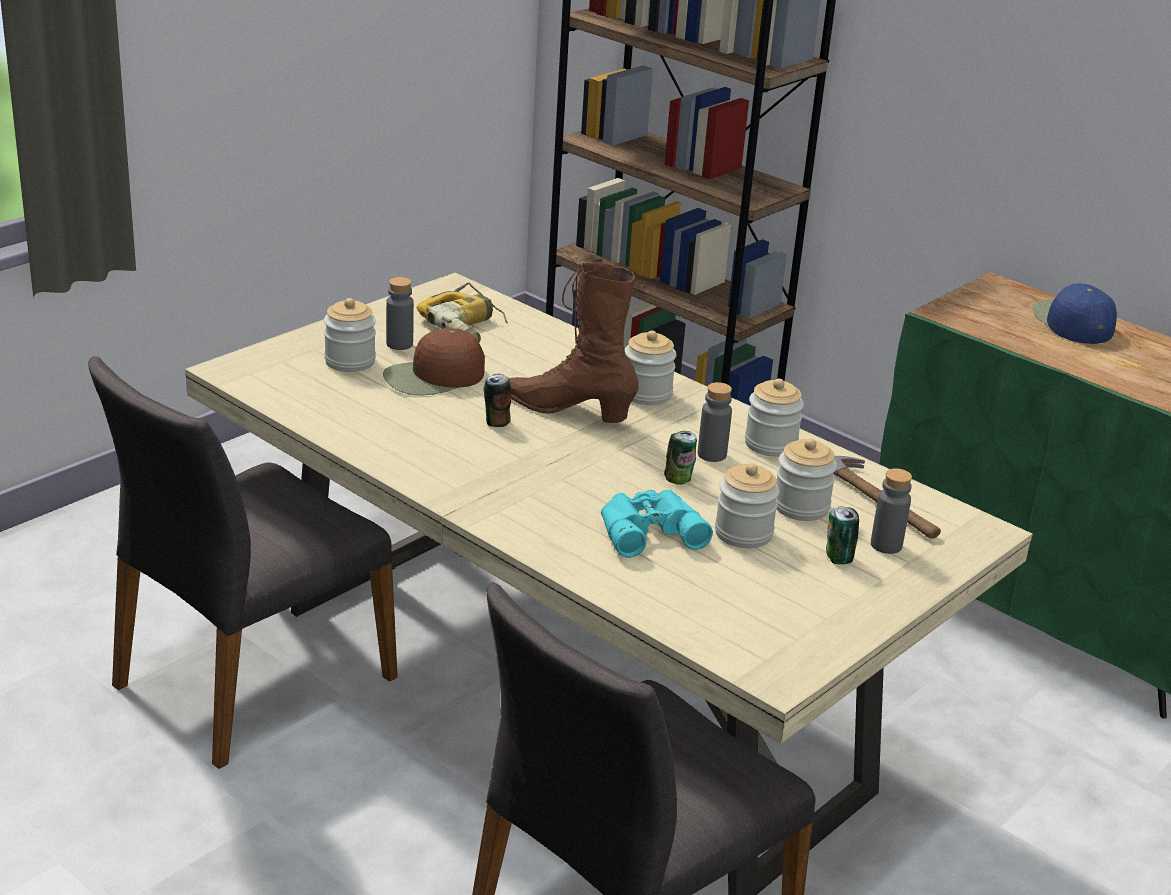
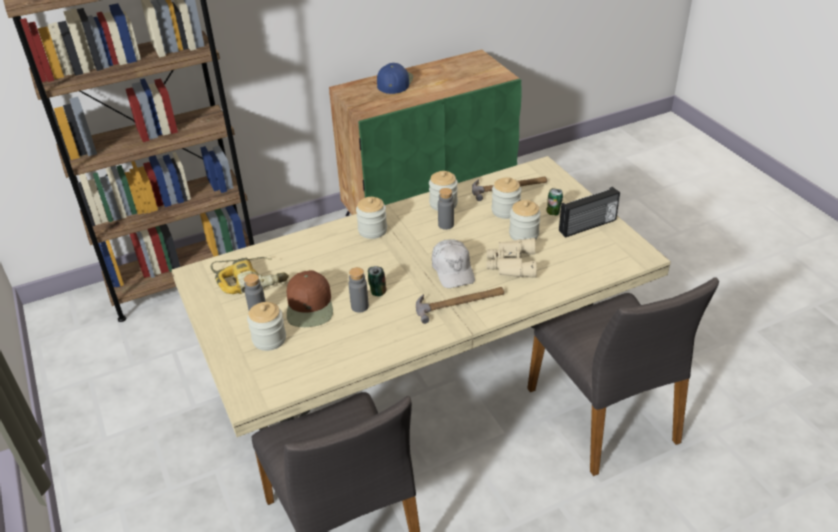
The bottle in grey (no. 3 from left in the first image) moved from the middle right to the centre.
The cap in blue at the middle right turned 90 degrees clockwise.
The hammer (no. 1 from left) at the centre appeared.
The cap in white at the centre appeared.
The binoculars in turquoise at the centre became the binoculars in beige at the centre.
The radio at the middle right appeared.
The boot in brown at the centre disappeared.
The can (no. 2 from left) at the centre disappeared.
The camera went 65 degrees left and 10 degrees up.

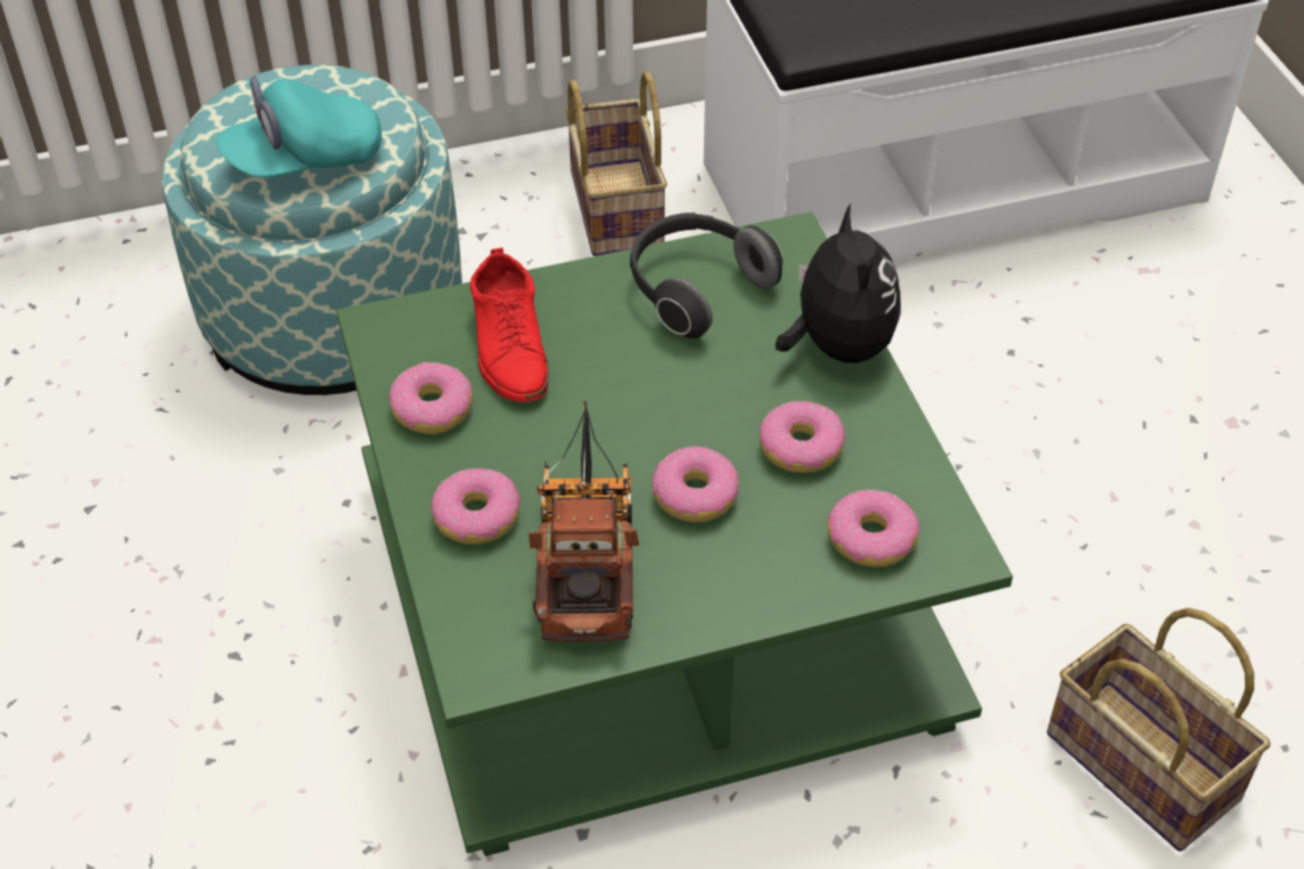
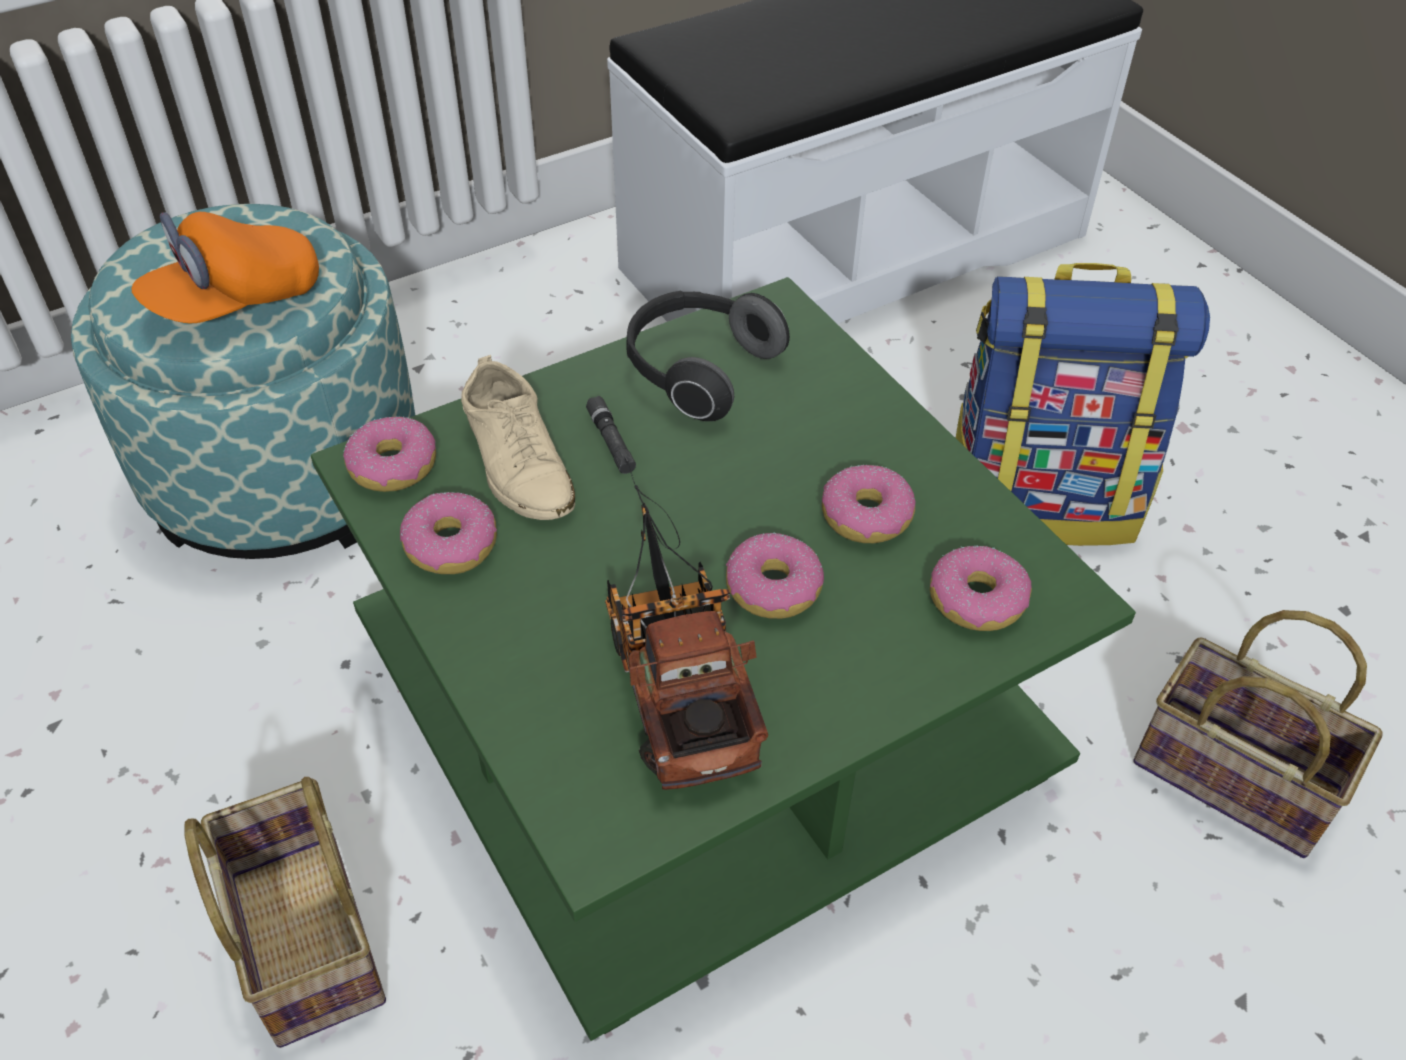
The cap in turquoise at the top left became the cap in orange at the top left.
The basket (no. 1 from left) moved from the top centre to the bottom left.
The donut (no. 2 from left in the first image) moved from the centre to the middle left.
The shoe in red at the centre became the shoe in beige at the centre.
The flashlight in black at the centre appeared.
The backpack at the middle right appeared.
The plush toy at the top centre disappeared.
The camera went 15 degrees left and 0 degrees up.

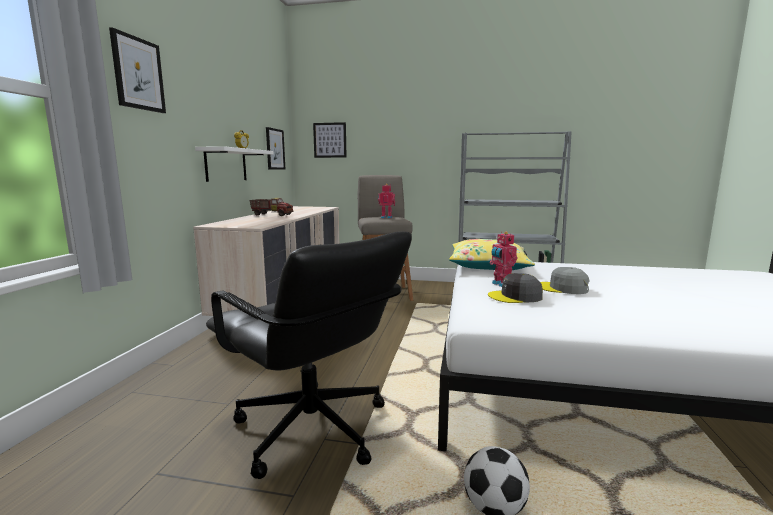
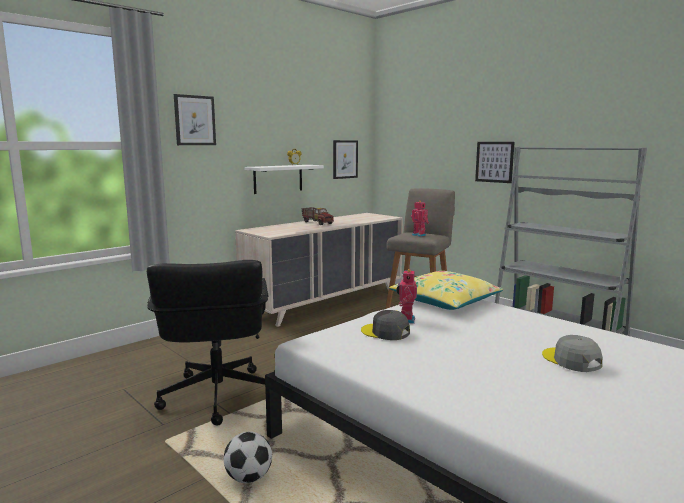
The picture (no. 3 from left) moved from the top centre to the top right.
The cap in grey (no. 2 from left) moved from the middle right to the bottom right.
The camera went 35 degrees right and 0 degrees up.

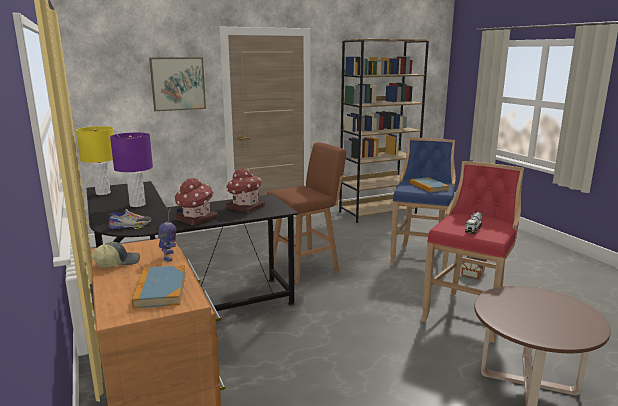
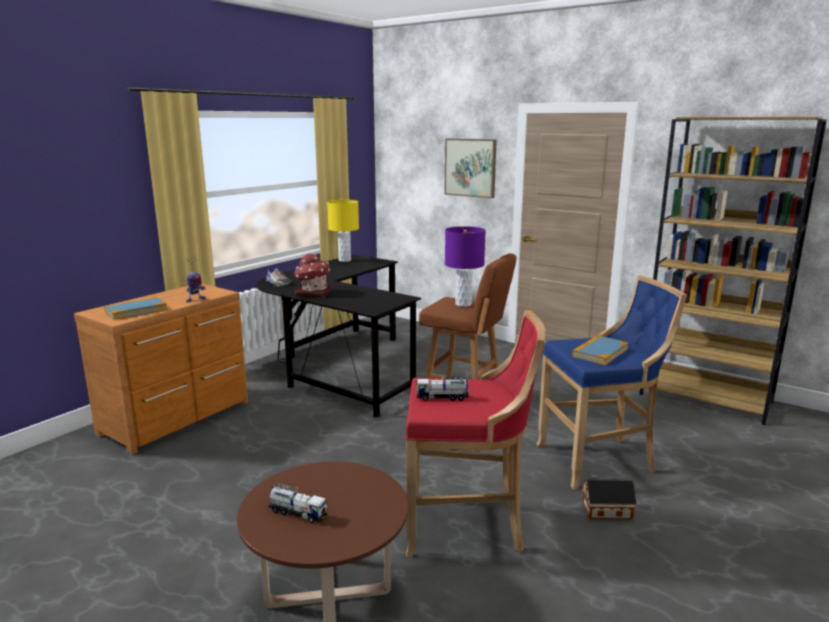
The toy truck (no. 1 from left) at the bottom centre appeared.
The table lamp in purple moved from the middle left to the centre.
The cap at the middle left disappeared.
The toy house (no. 2 from left) at the centre disappeared.
The camera went 60 degrees right and 0 degrees up.

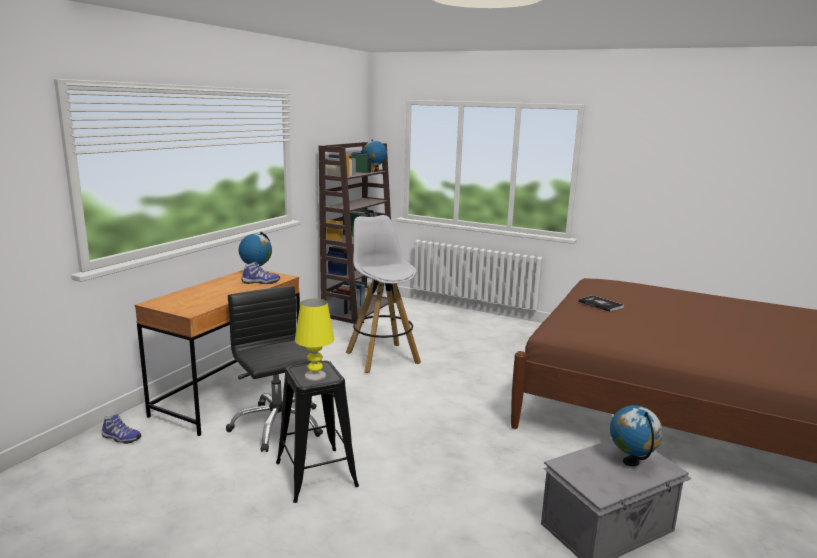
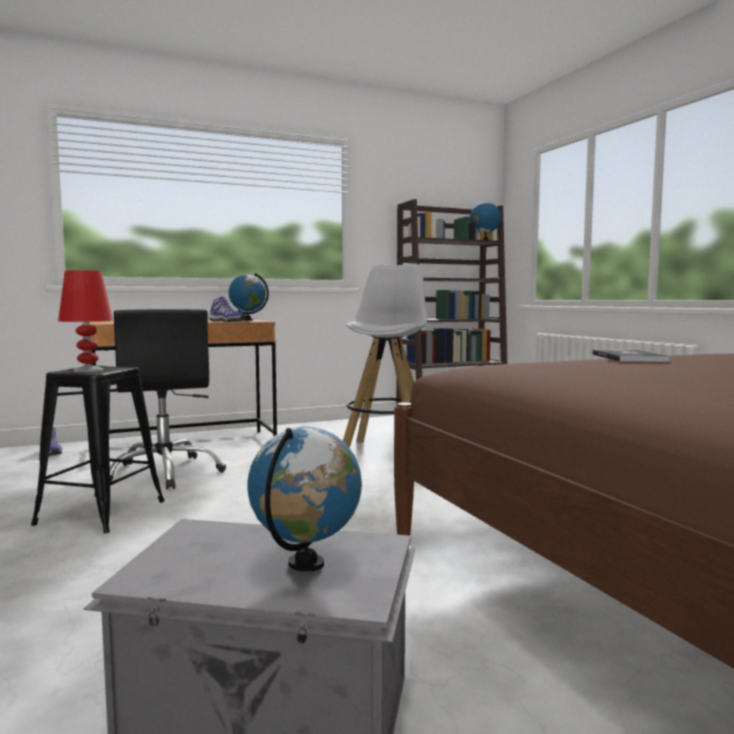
The table lamp in yellow at the centre became the table lamp in red at the middle left.
The office chair in black at the centre turned 150 degrees clockwise.
The camera went 40 degrees right and 10 degrees down.

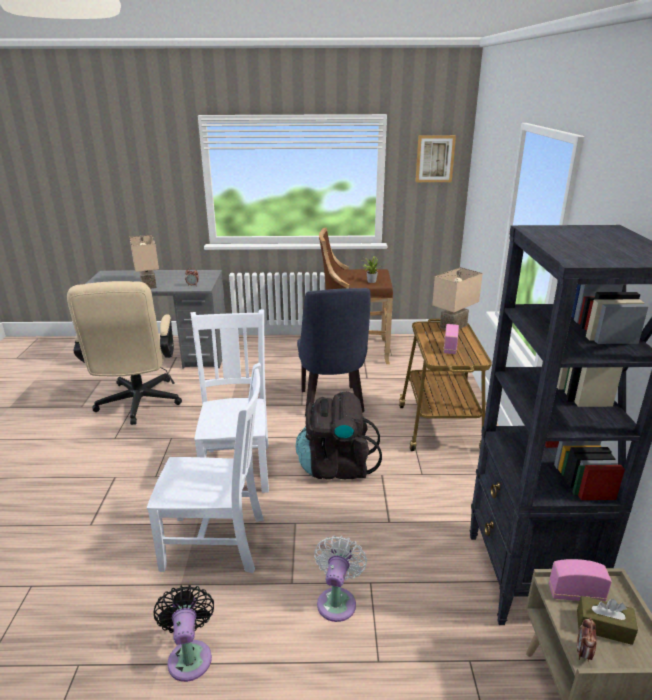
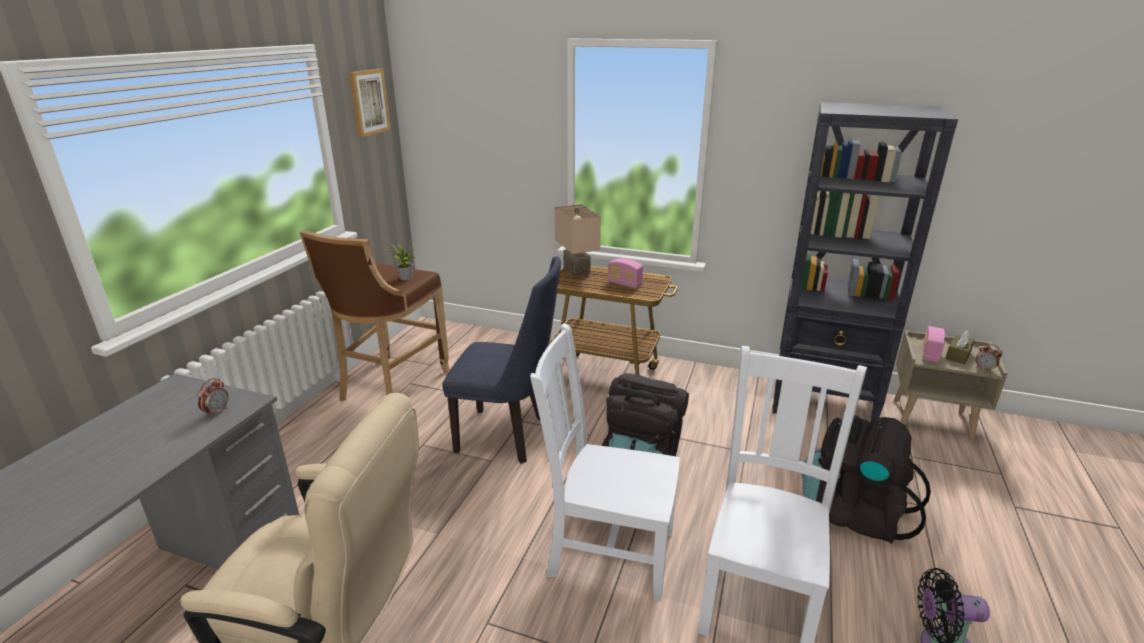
The fan in white at the bottom centre was replaced by the backpack in black (no. 2 from left) at the bottom right.
The table lamp in beige (no. 1 from left) at the middle left disappeared.
The camera went 70 degrees left and 0 degrees up.

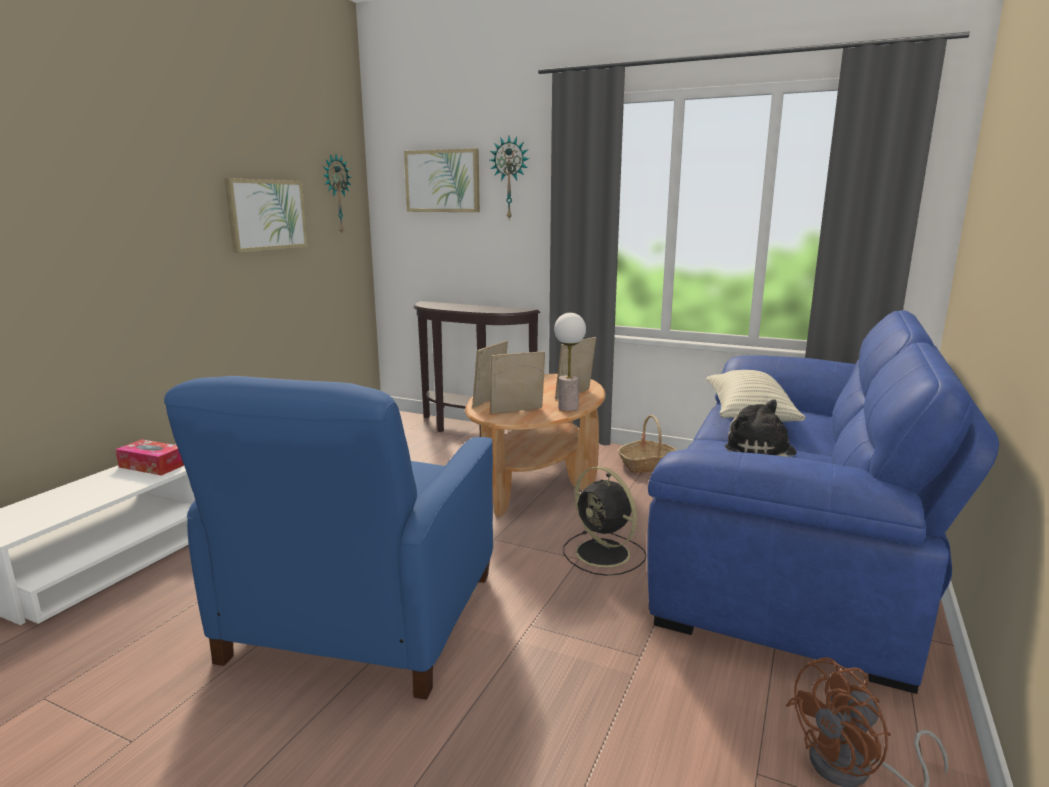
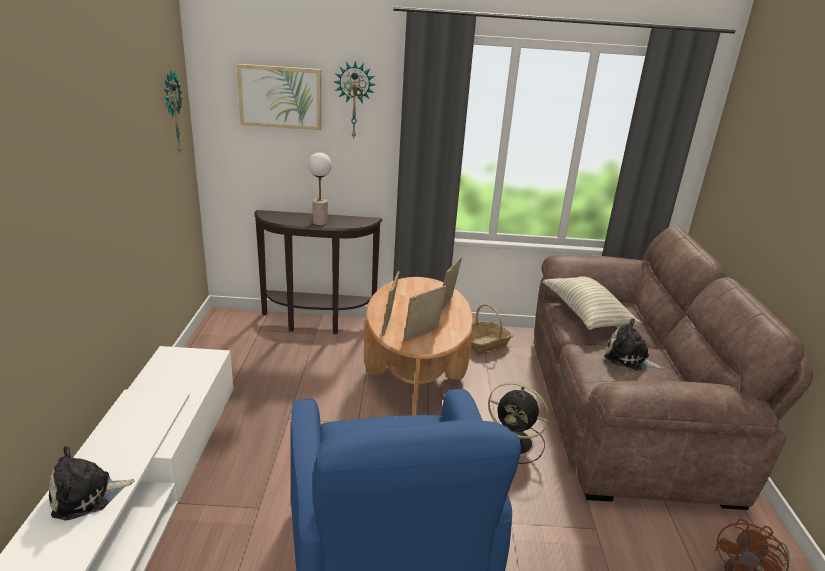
The plush toy (no. 1 from left) at the bottom left appeared.
The table lamp moved from the centre to the top centre.
The sofa in blue at the middle right became the sofa in brown at the middle right.
The tissue box at the middle left disappeared.
The picture (no. 1 from left) at the top left disappeared.
The camera went 25 degrees left and 10 degrees up.

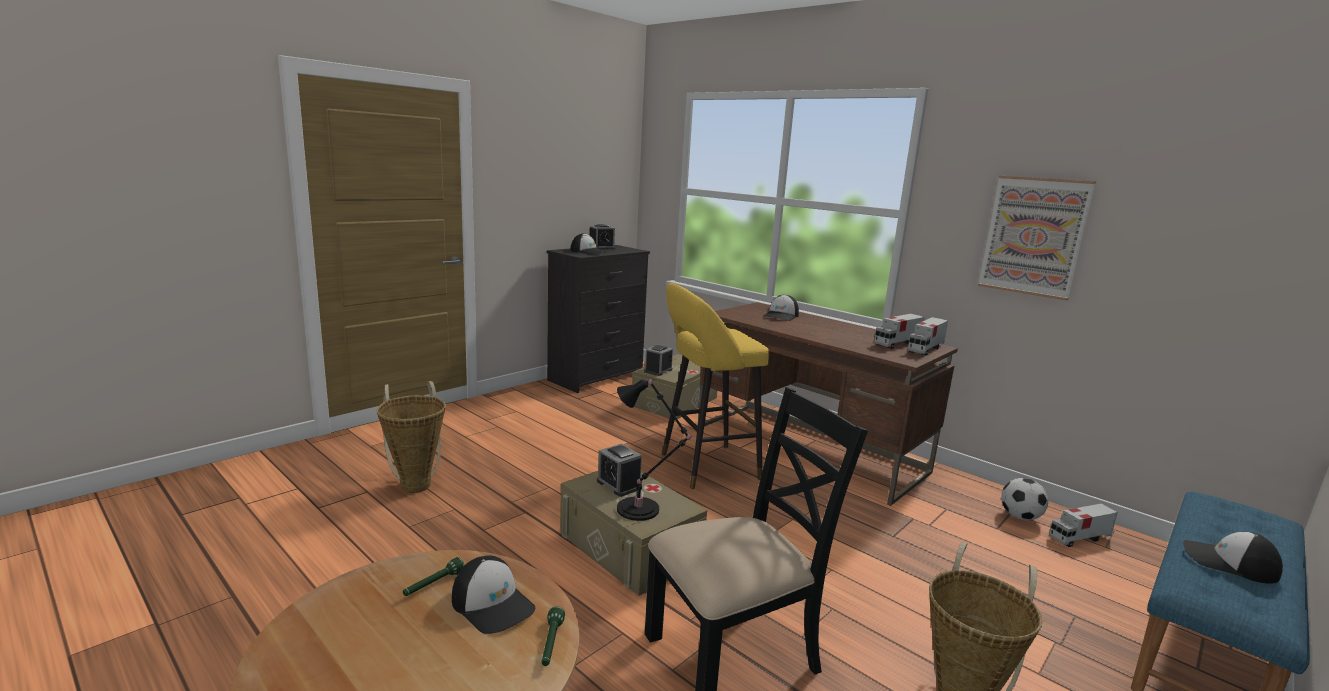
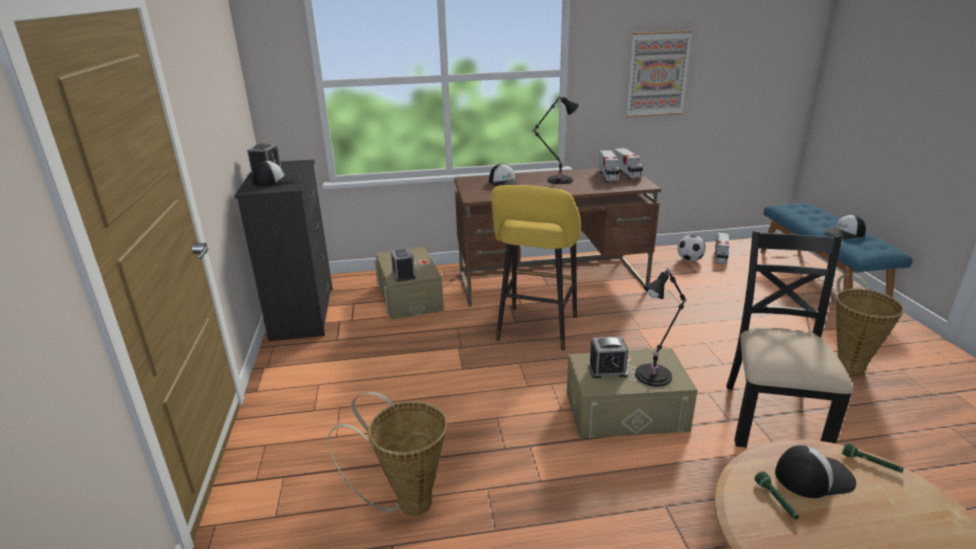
The table lamp in black (no. 1 from left) at the top centre appeared.
The camera went 50 degrees left and 10 degrees up.

